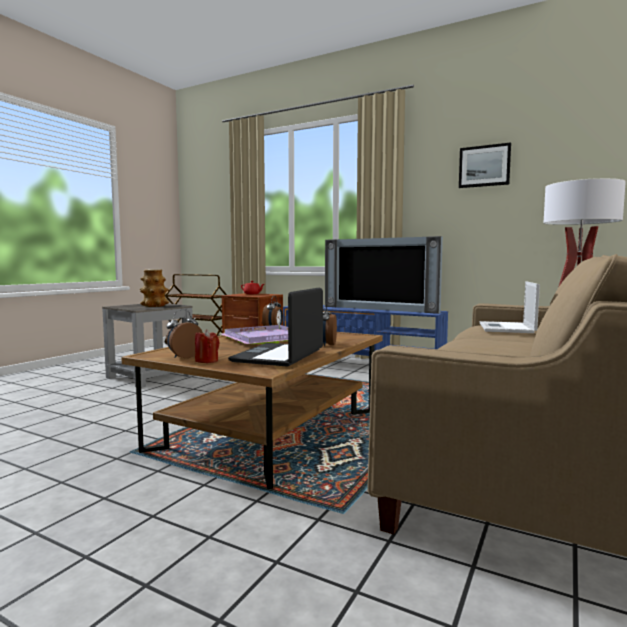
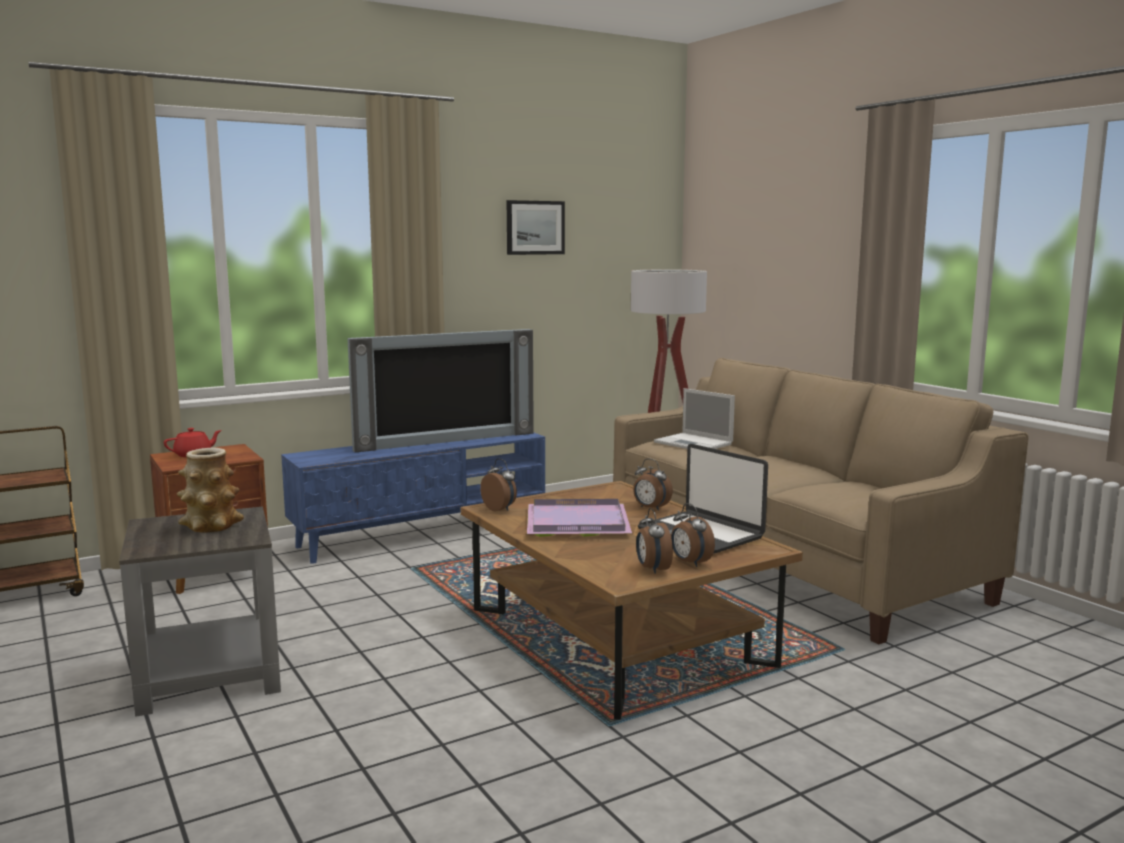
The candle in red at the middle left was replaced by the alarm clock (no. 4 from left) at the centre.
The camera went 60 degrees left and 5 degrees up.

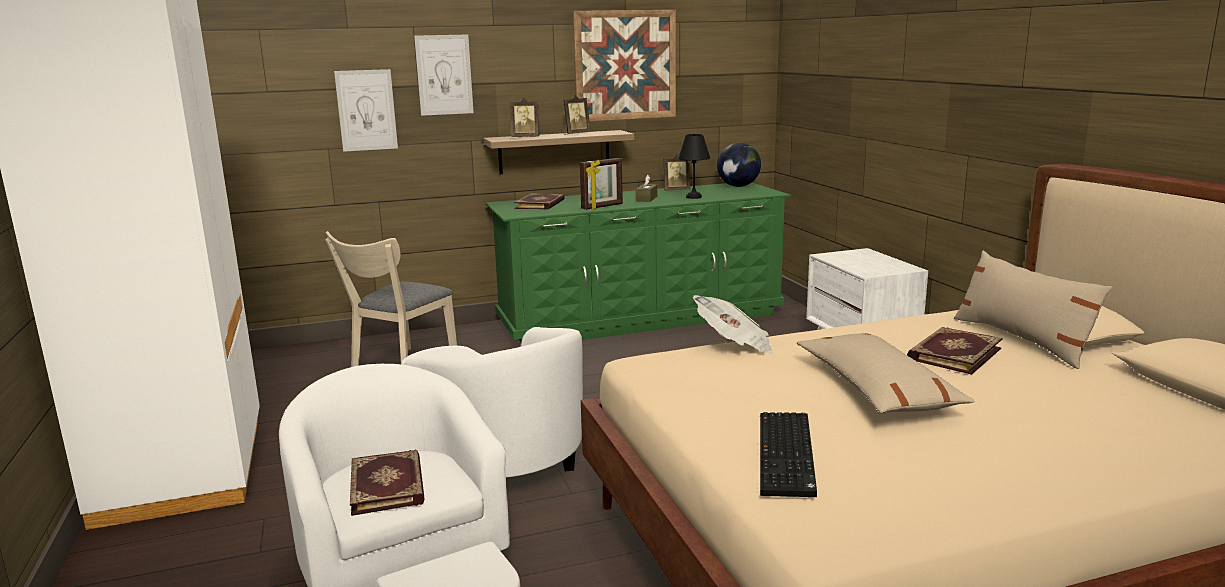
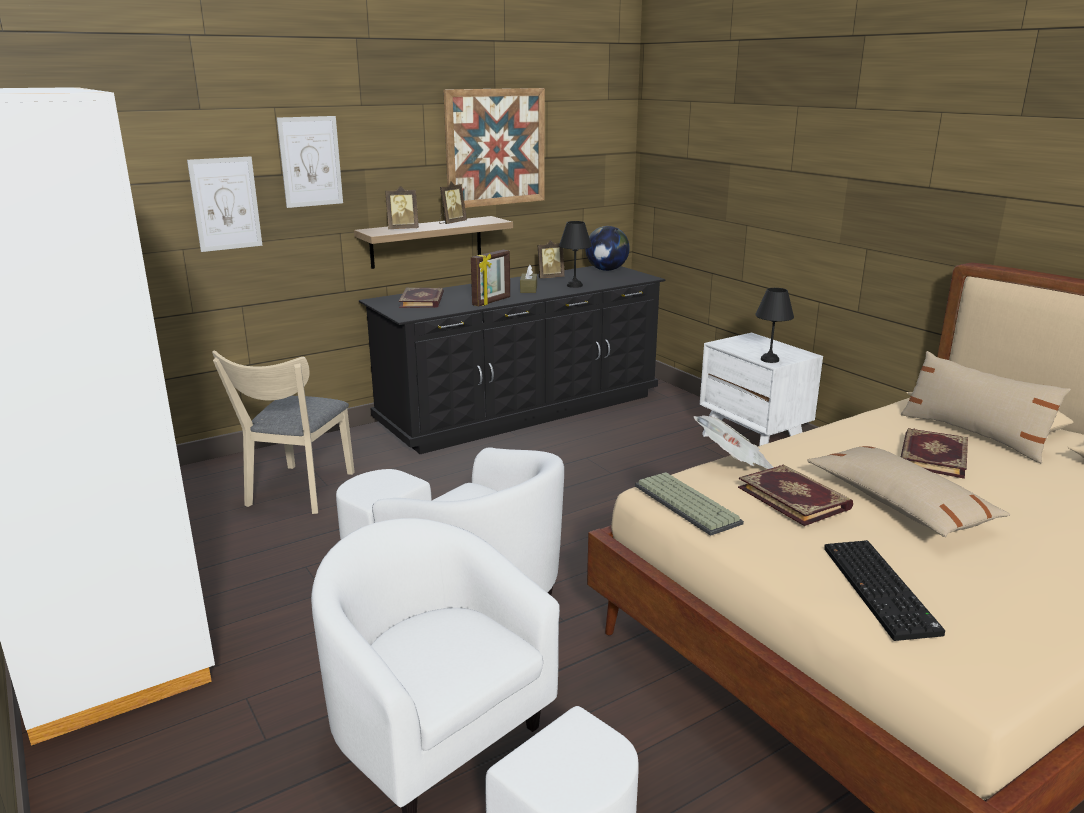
The dresser in green at the centre became the dresser in black at the centre.
The keyboard (no. 1 from left) at the centre appeared.
The book (no. 1 from left in the first image) moved from the bottom left to the middle right.
The table lamp in black (no. 2 from left) at the middle right appeared.
The camera went 15 degrees left and 5 degrees up.

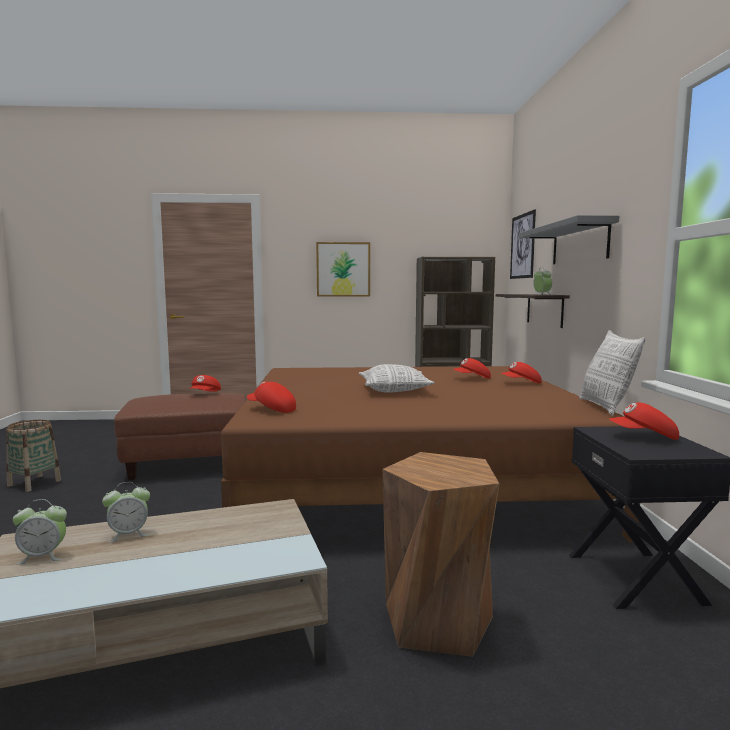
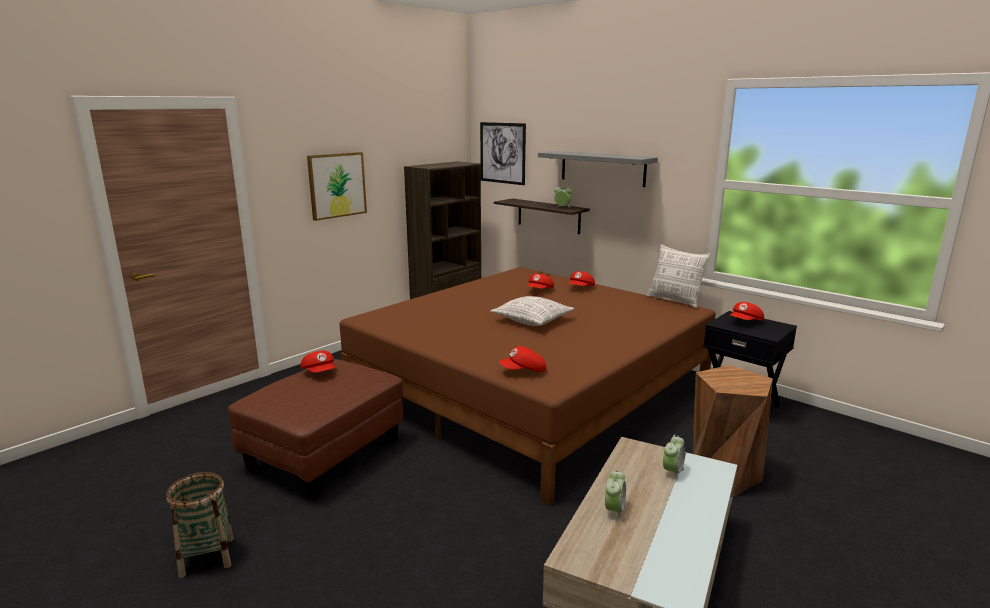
The alarm clock (no. 1 from left in the first image) moved from the bottom left to the bottom right.
The camera went 45 degrees left and 10 degrees up.

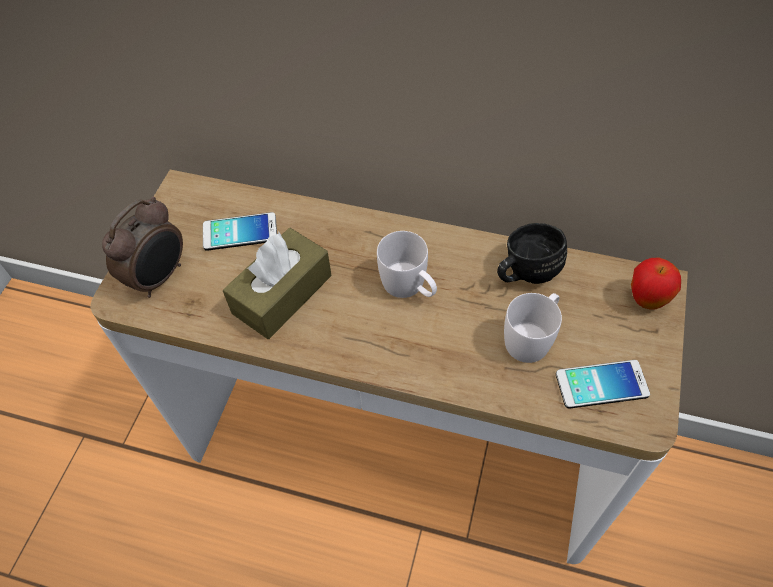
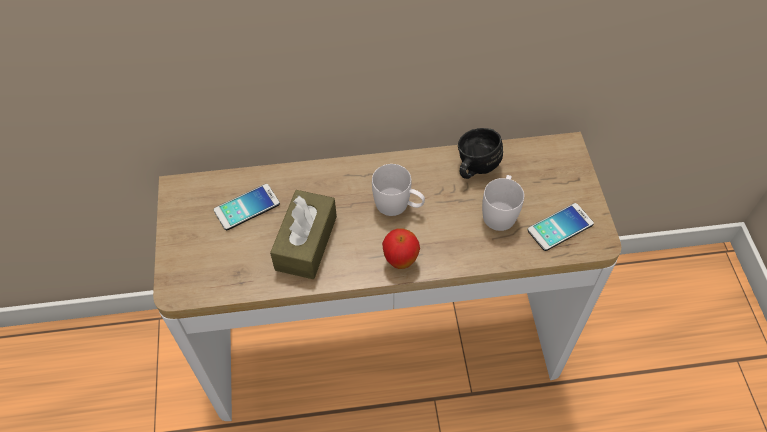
The apple moved from the middle right to the centre.
The alarm clock at the middle left disappeared.
The camera went 25 degrees left and 0 degrees up.

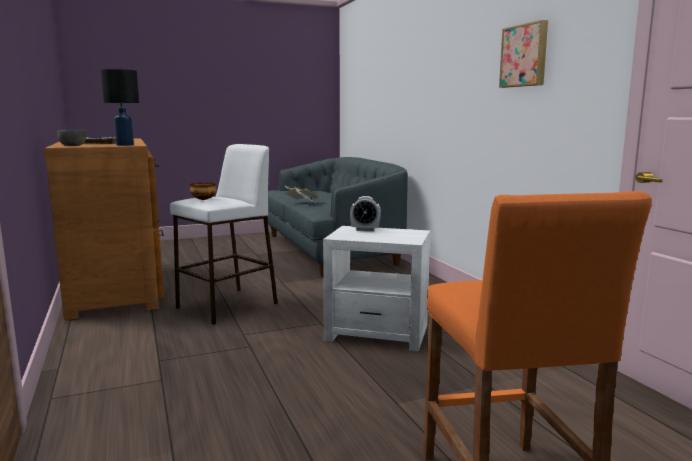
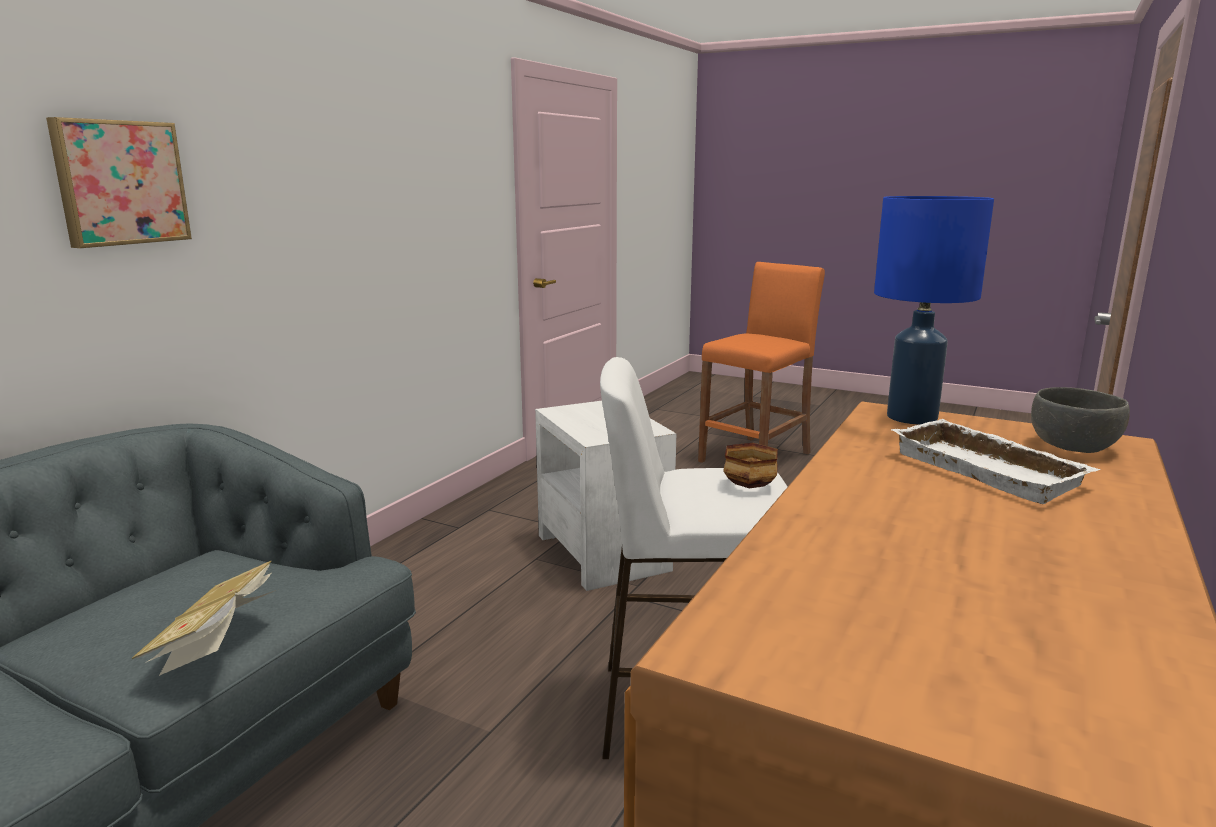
The picture moved from the top right to the top left.
The table lamp in black at the top left became the table lamp in blue at the middle right.
The alarm clock at the centre disappeared.
The camera went 130 degrees left and 5 degrees up.

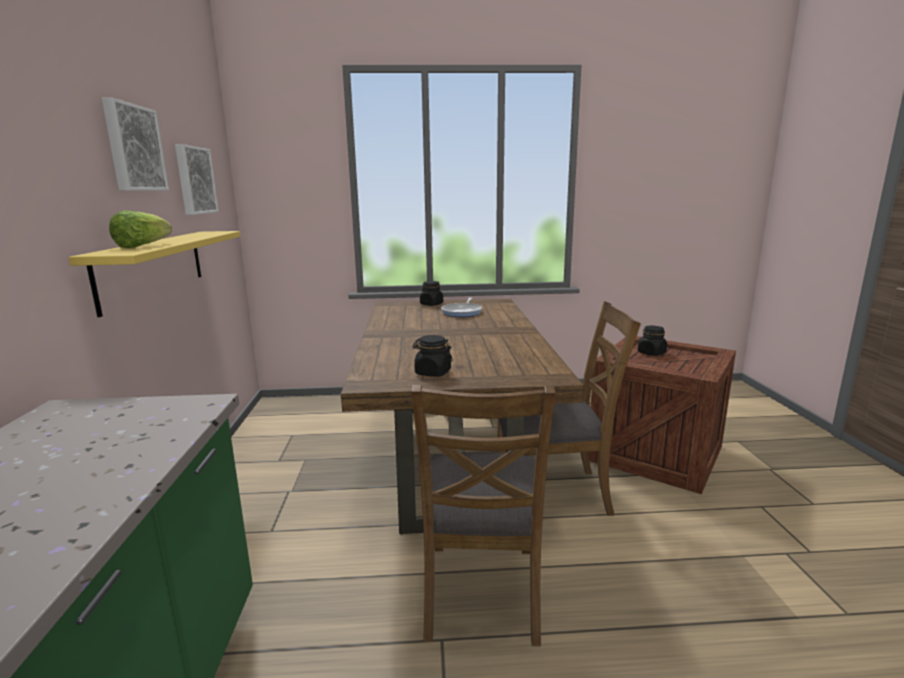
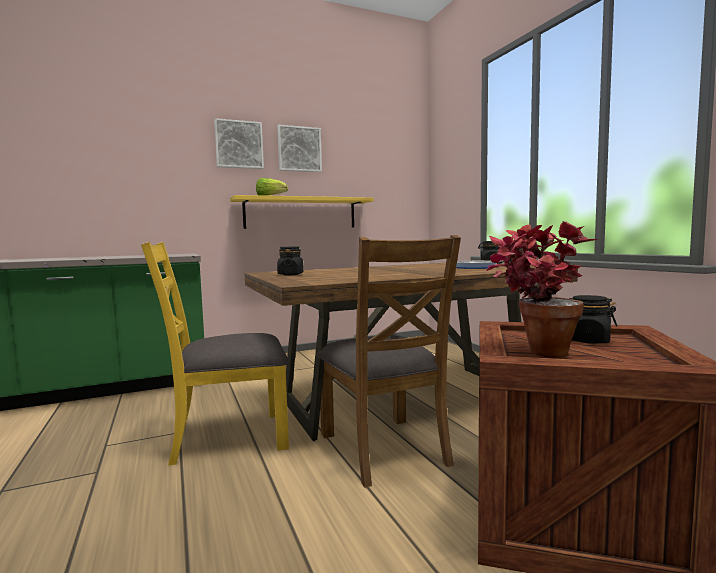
The chair in brown (no. 1 from left) at the bottom centre became the chair in yellow at the middle left.
The picture (no. 2 from left in the first image) moved from the top left to the top centre.
The potted plant at the middle right appeared.
The camera went 70 degrees right and 10 degrees down.

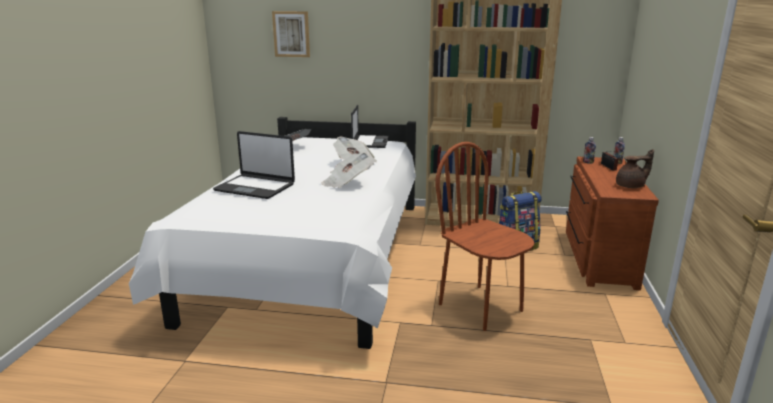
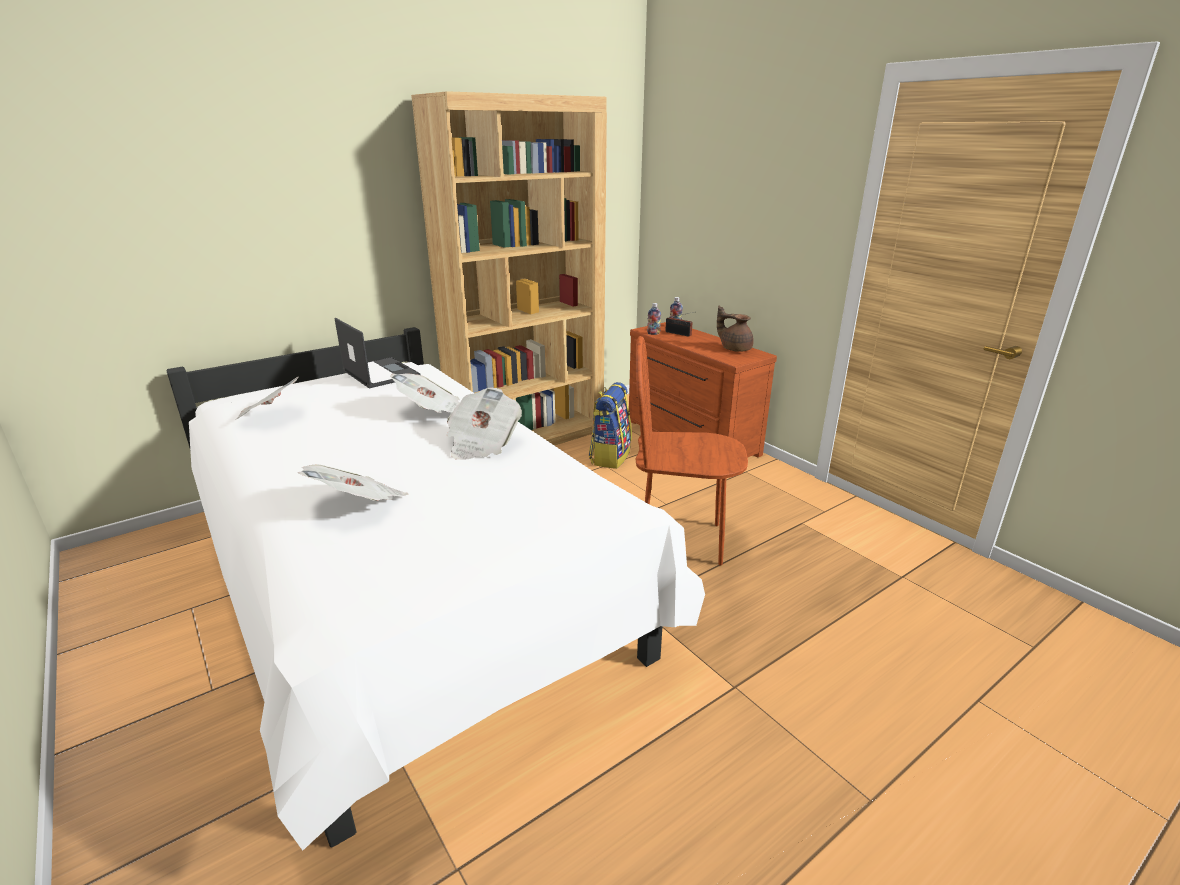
The laptop (no. 1 from left) at the middle left was replaced by the newspaper (no. 2 from left) at the middle left.
The teapot in brown at the middle right turned 90 degrees counterclockwise.
The picture at the top centre disappeared.
The camera went 45 degrees left and 5 degrees up.

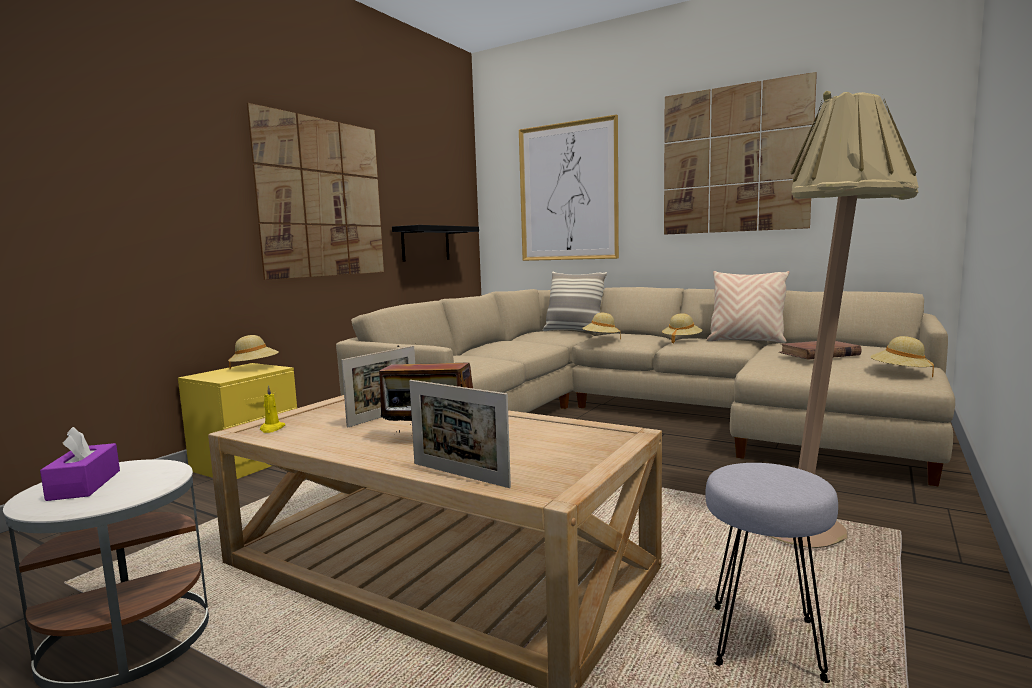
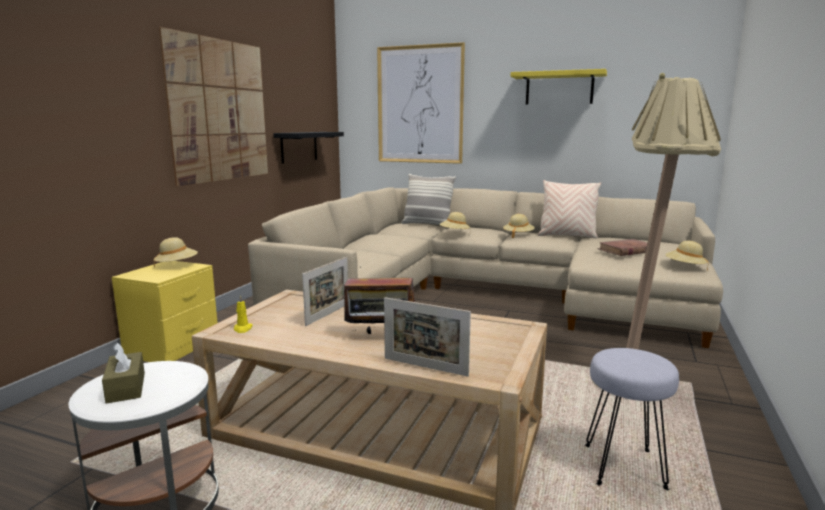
The tissue box in purple at the bottom left became the tissue box in brown at the bottom left.
The picture (no. 3 from left) at the top right was replaced by the shelf in yellow at the top right.
The camera went 10 degrees left and 5 degrees up.

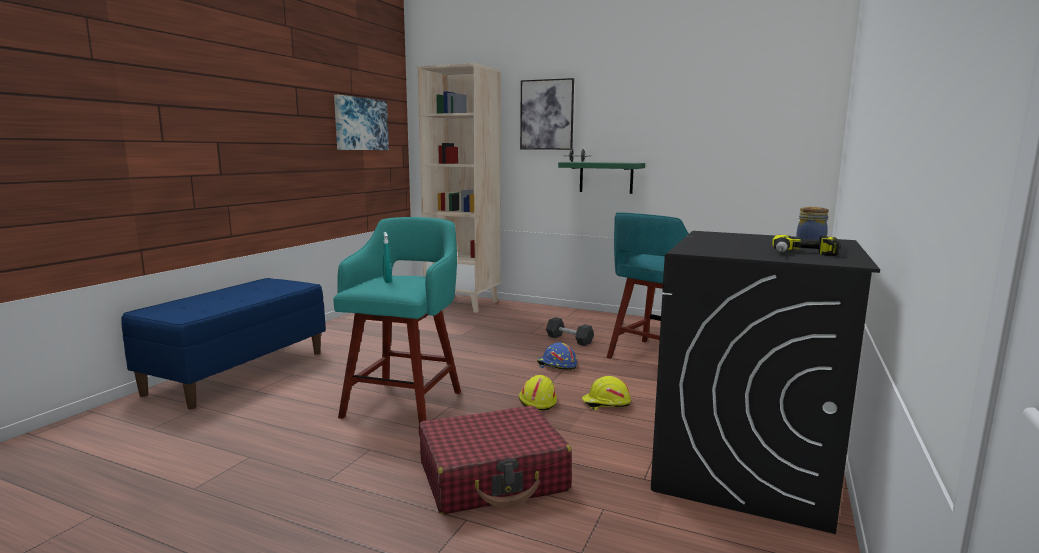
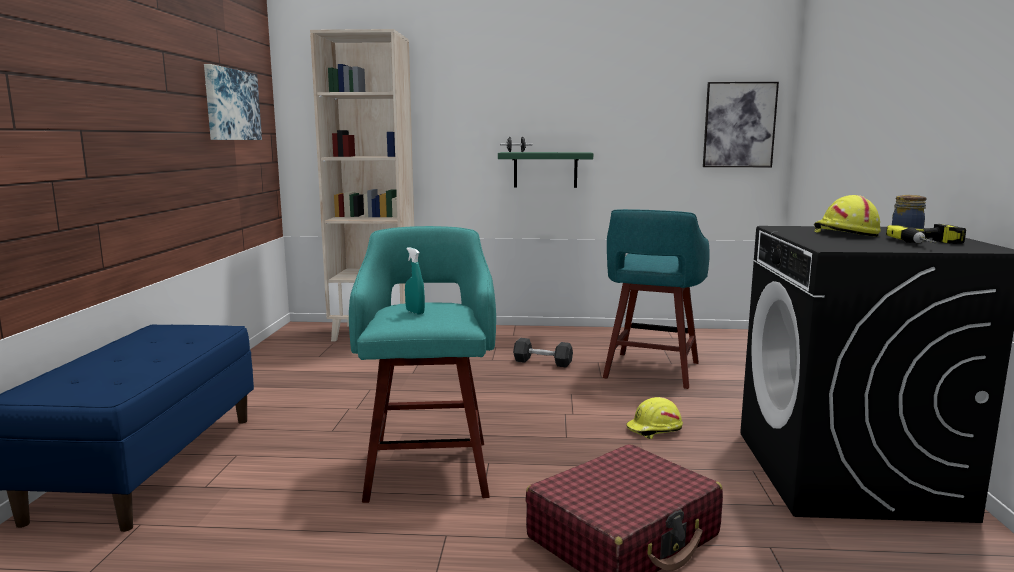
The picture (no. 2 from left) moved from the top centre to the top right.
The hard hat in yellow (no. 1 from left in the first image) moved from the bottom centre to the middle right.
The hard hat in blue at the centre disappeared.
The camera went 20 degrees left and 0 degrees up.

